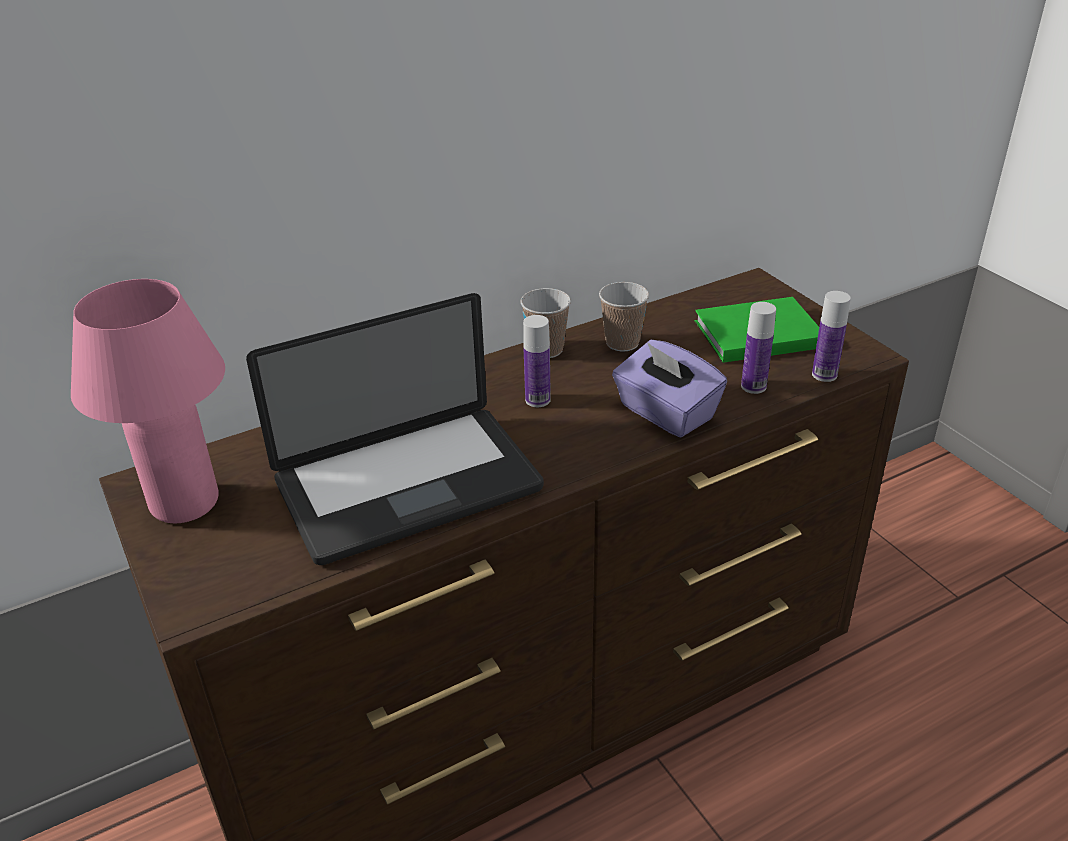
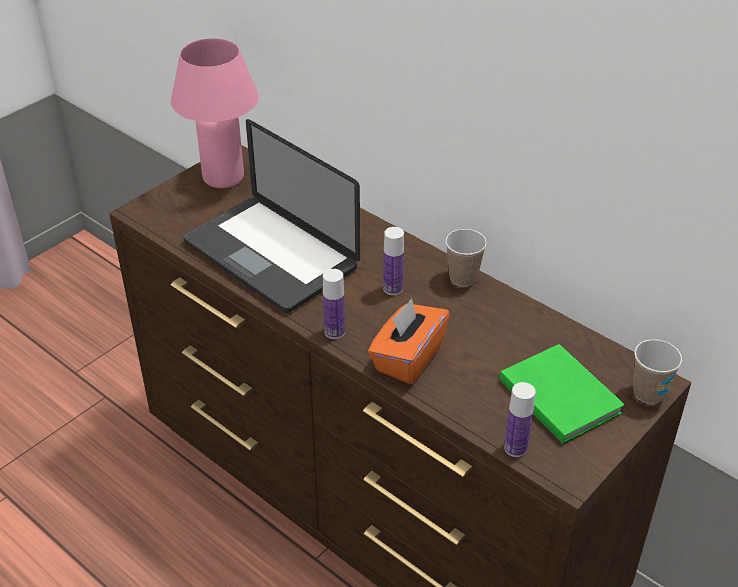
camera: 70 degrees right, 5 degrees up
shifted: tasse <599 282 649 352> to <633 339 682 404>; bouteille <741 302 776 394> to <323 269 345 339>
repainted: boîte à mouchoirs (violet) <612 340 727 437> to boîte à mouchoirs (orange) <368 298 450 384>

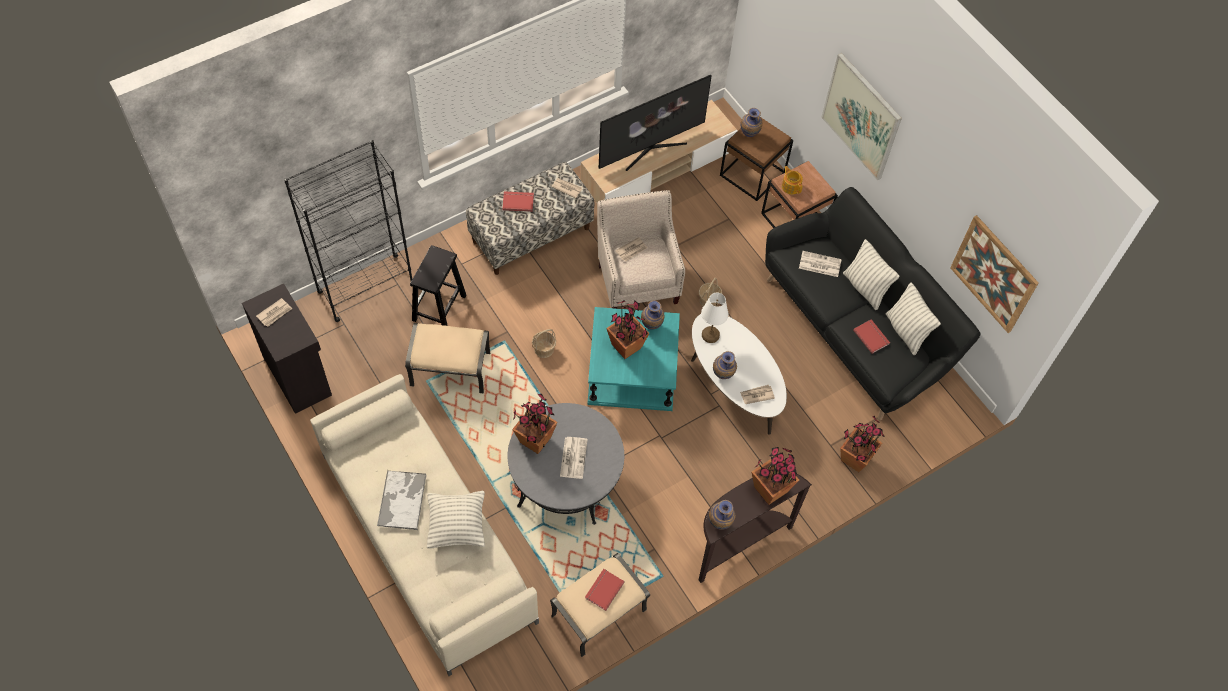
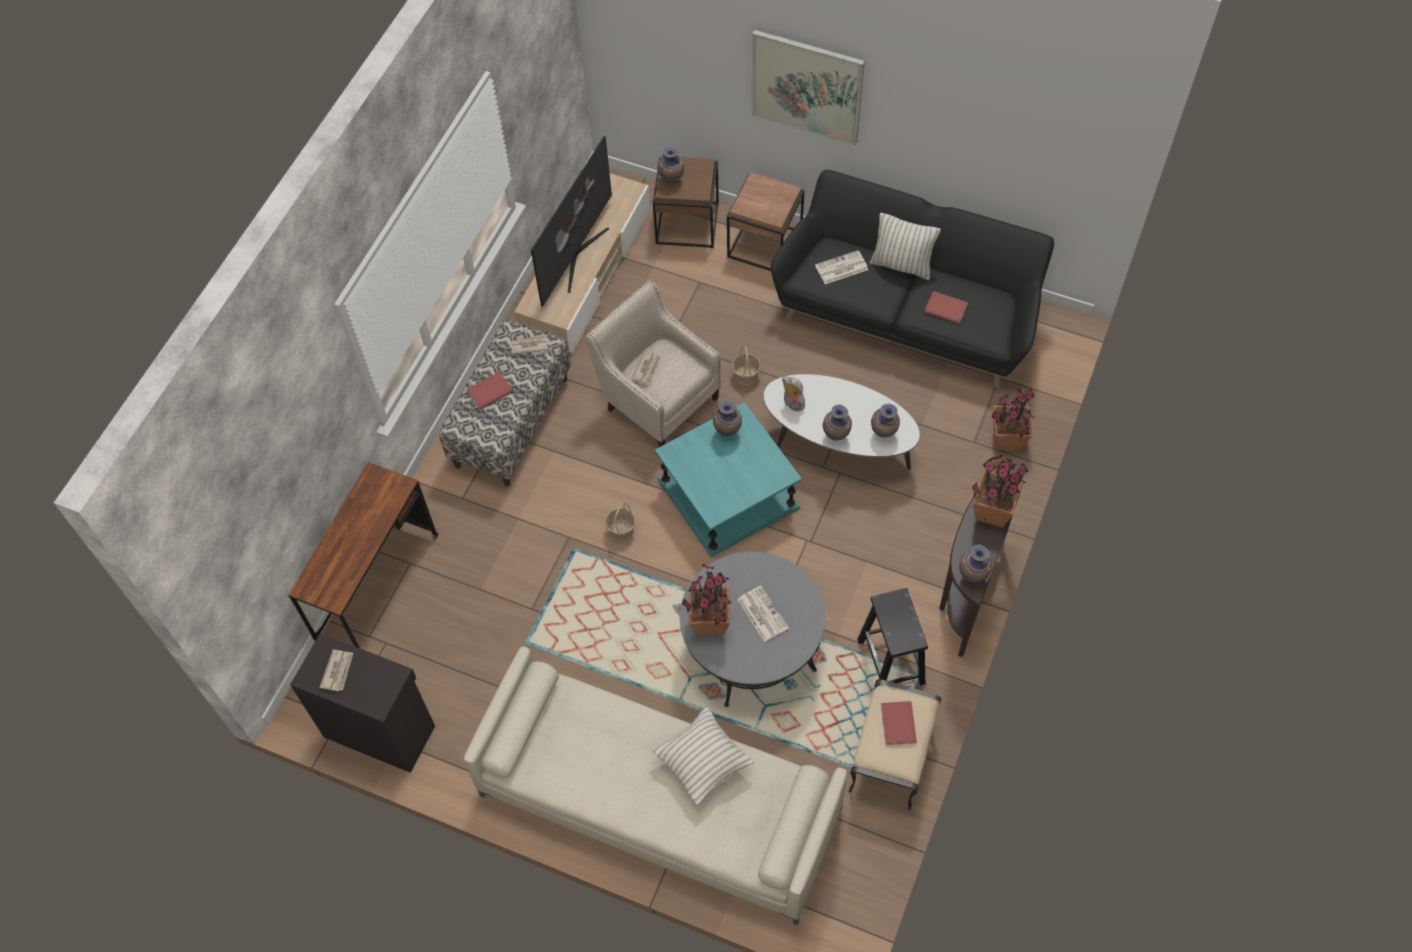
camera: 30 degrees left, 0 degrees up
gone: théière <782 166 803 195>; tableau <950 215 1039 333>; coussin <886 282 941 355>; plante en pot <606 300 650 359>; pouf (beige) <405 323 490 393>; plateau <377 470 427 530>
shifted: tabouret (noir) <410 245 466 326> to <857 588 928 686>
swapped: bibliothèque (noir) <284 140 412 322> to bureau (marron) <289 462 438 648>; lampe de table (blanc) <701 293 728 343> to peluche <782 376 807 411>; journal <740 385 775 404> to vase <871 404 900 438>

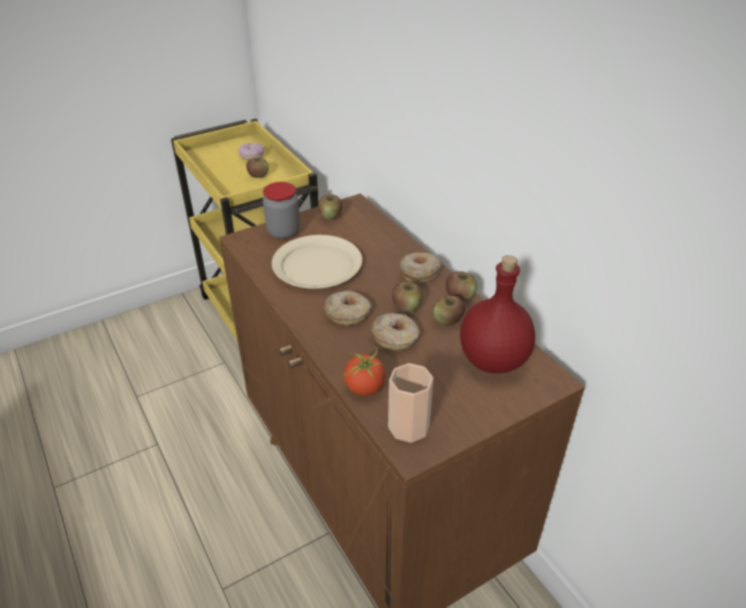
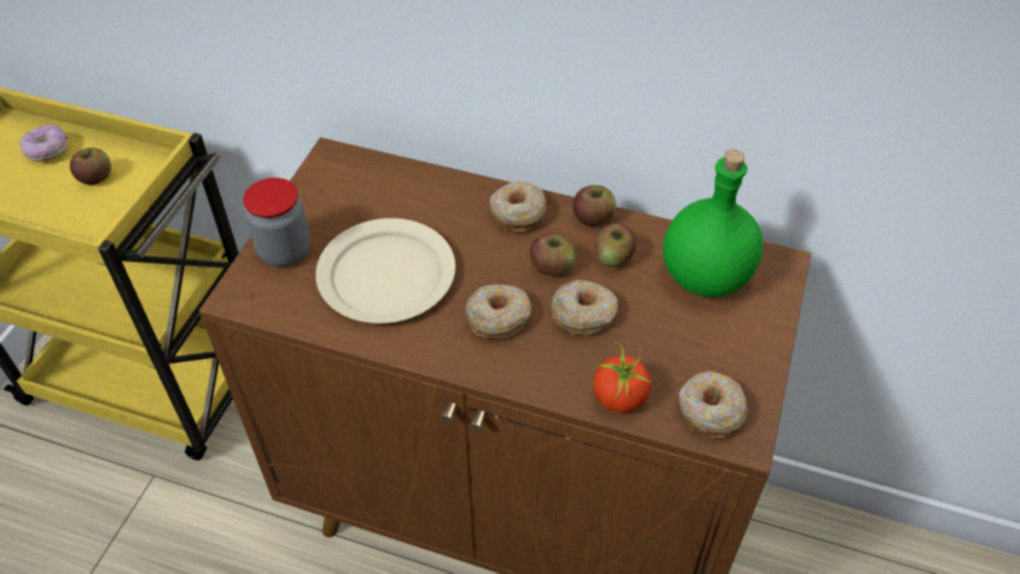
camera: 40 degrees left, 10 degrees up
gone: pomme <318 194 342 220>
swapped: tasse <388 363 434 443> to beignet <679 371 748 439>
repainted: bouteille (rouge) <460 255 535 373> to bouteille (vert) <663 150 763 298>

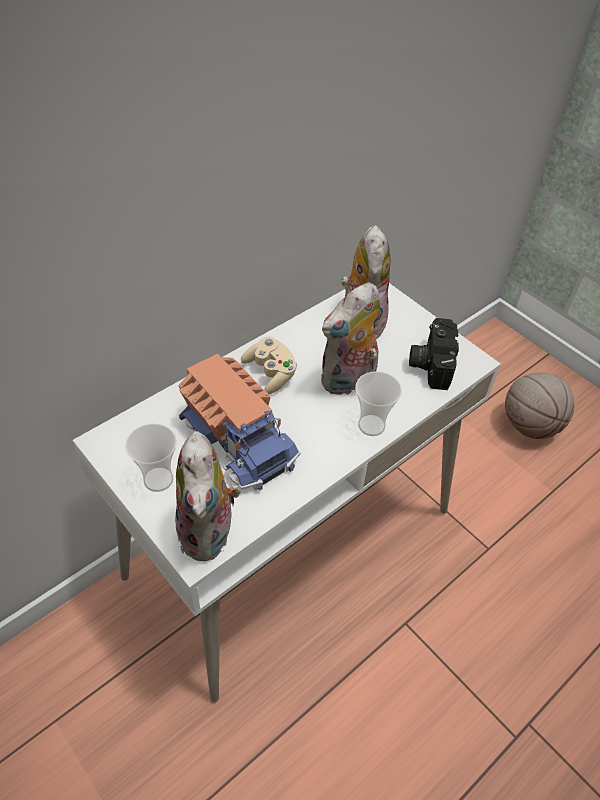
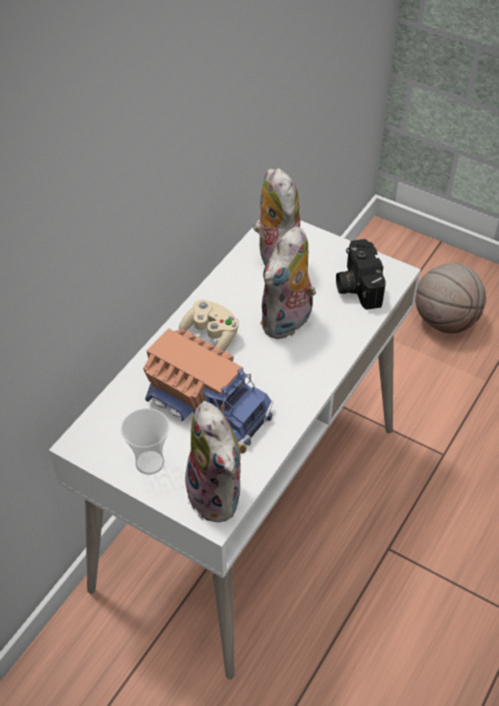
camera: 15 degrees left, 0 degrees up
gone: tasse <355 371 402 436>

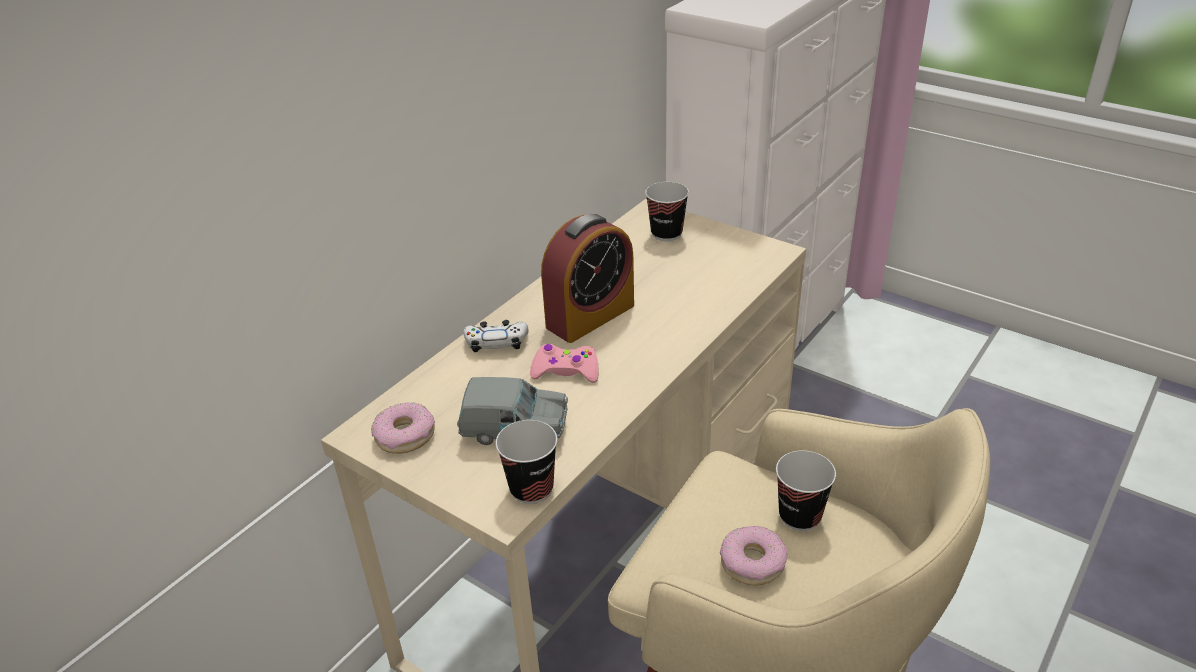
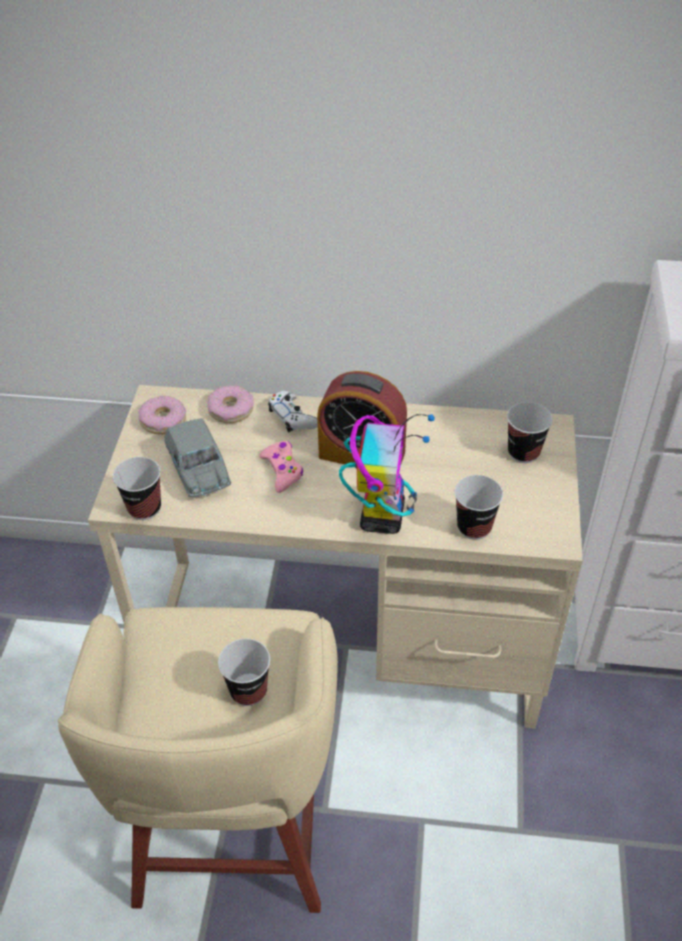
camera: 60 degrees right, 10 degrees up
new: robot jouet <339 414 435 534>; tasse <455 475 503 540>
shifted: beignet <720 526 787 586> to <208 385 254 423>

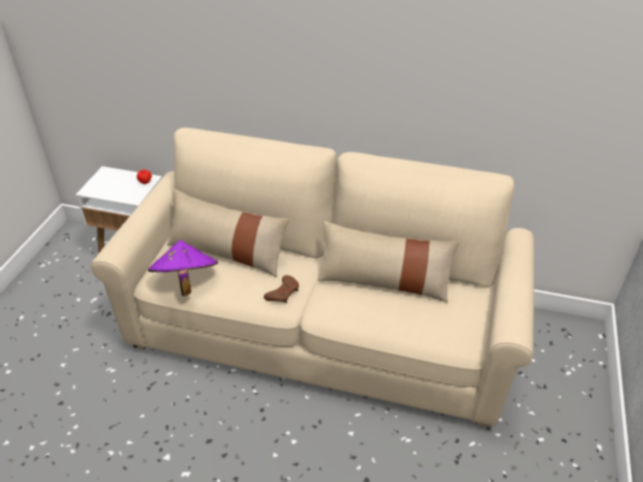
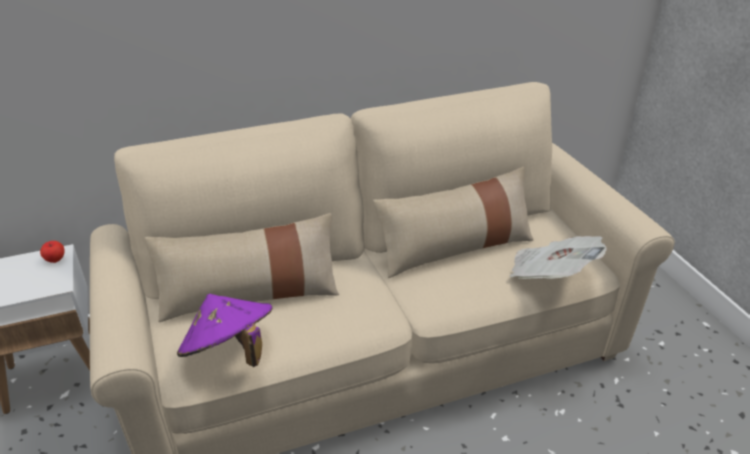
camera: 35 degrees left, 5 degrees down
gone: manette (marron) <264 275 299 303>
new: journal <510 236 607 279>

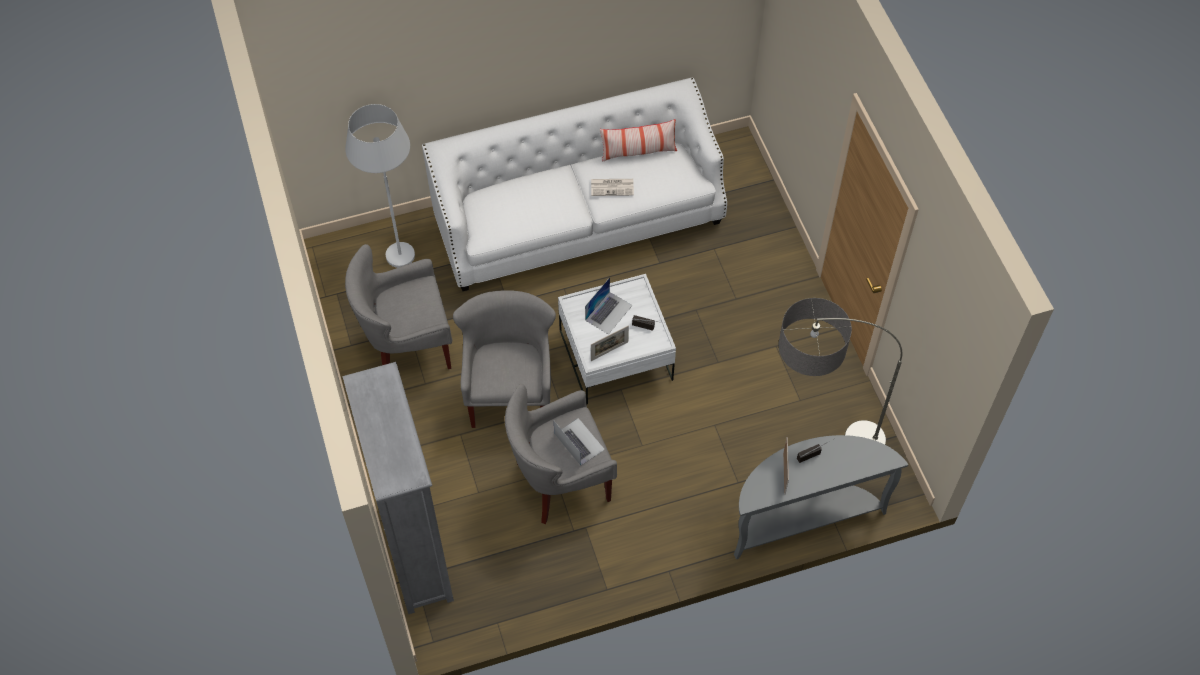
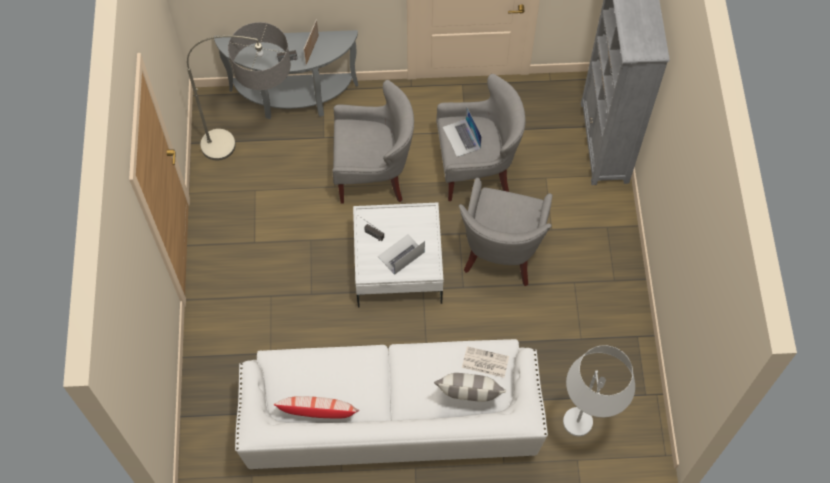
camera: 165 degrees left, 5 degrees up
gone: cadre photo <591 325 629 361>
new: coussin <434 373 506 402>
shifted: journal <591 179 634 196> to <462 346 509 378>; fauteuil (gris) <345 244 452 369> to <332 80 414 204>

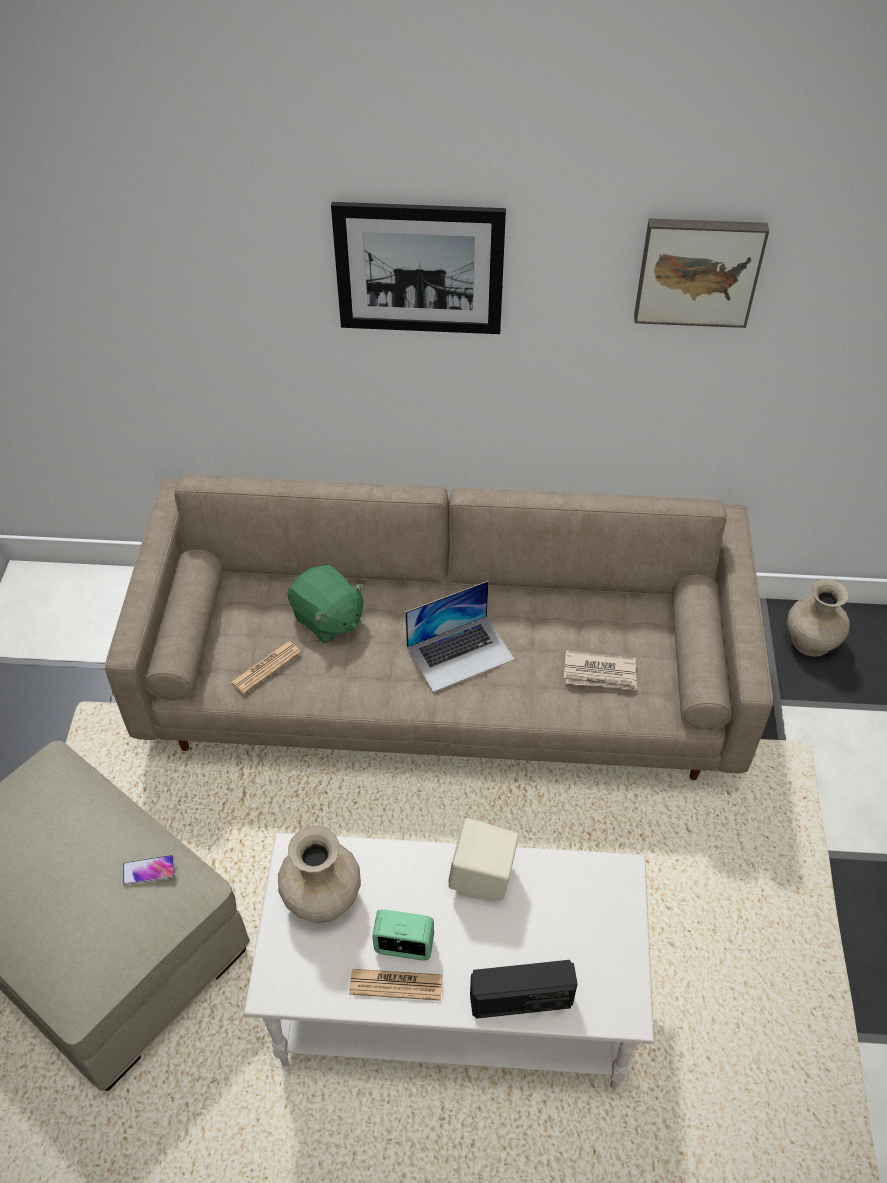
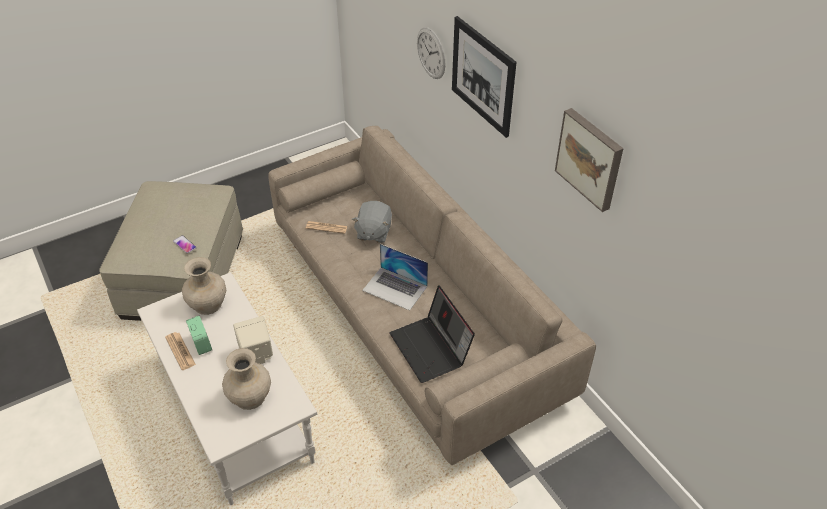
camera: 55 degrees right, 5 degrees down
gone: radio <470 960 578 1019>
new: horloge murale <417 27 445 79>
shifted: vase (beige) <787 578 850 657> to <222 348 271 410>
swapped: journal <564 650 637 690> to ordinateur portable <389 285 475 383>
repainted: peluche (vert) <287 565 364 643> to peluche (gris) <352 201 392 243>

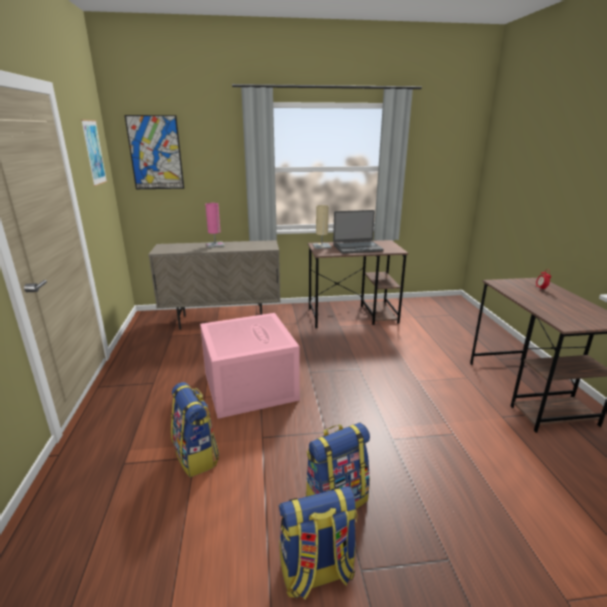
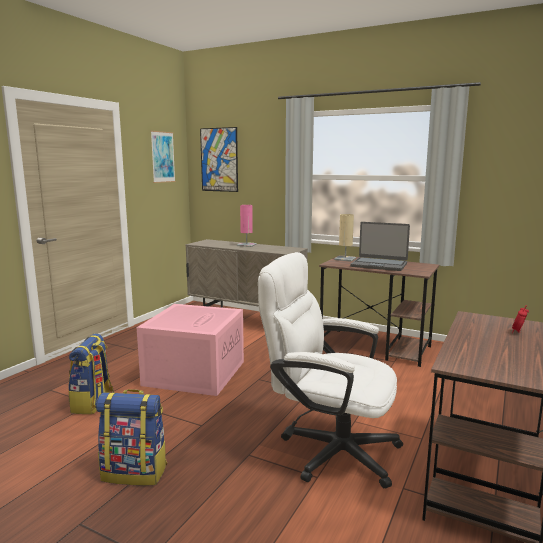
camera: 35 degrees right, 10 degrees down
gone: sac à dos <279 486 357 599>
new: chaise de bureau (blanc) <258 252 403 488>

